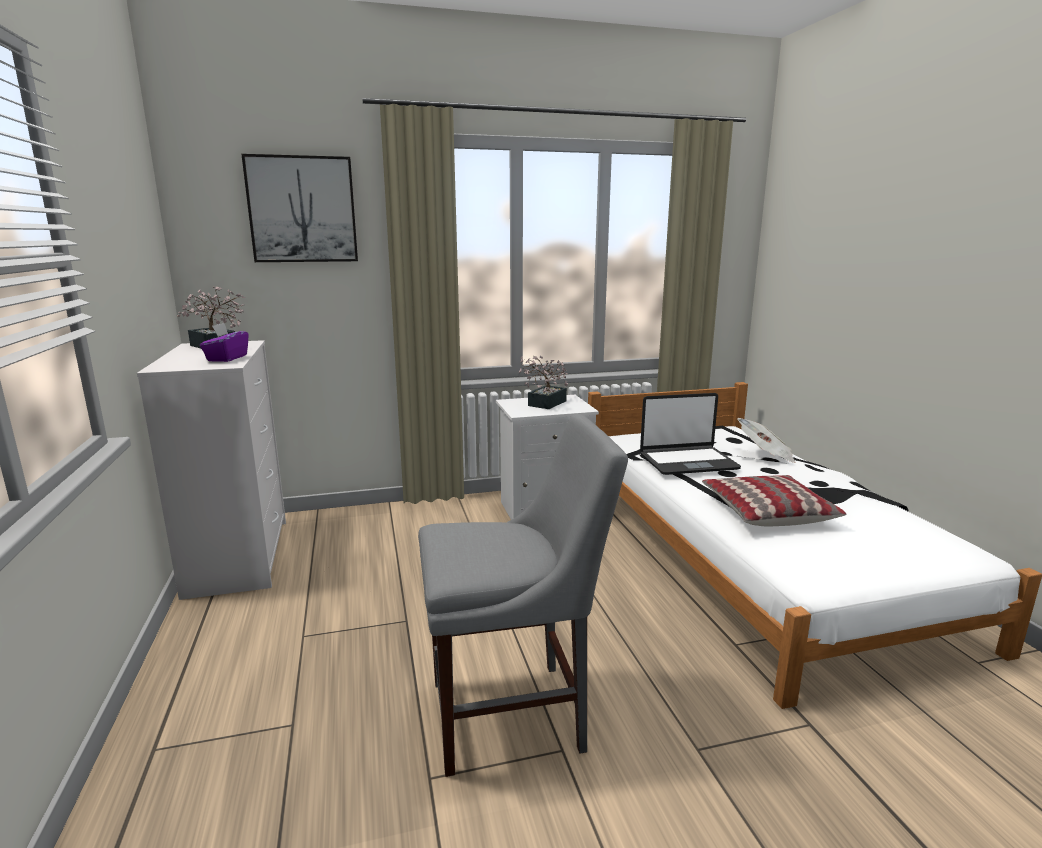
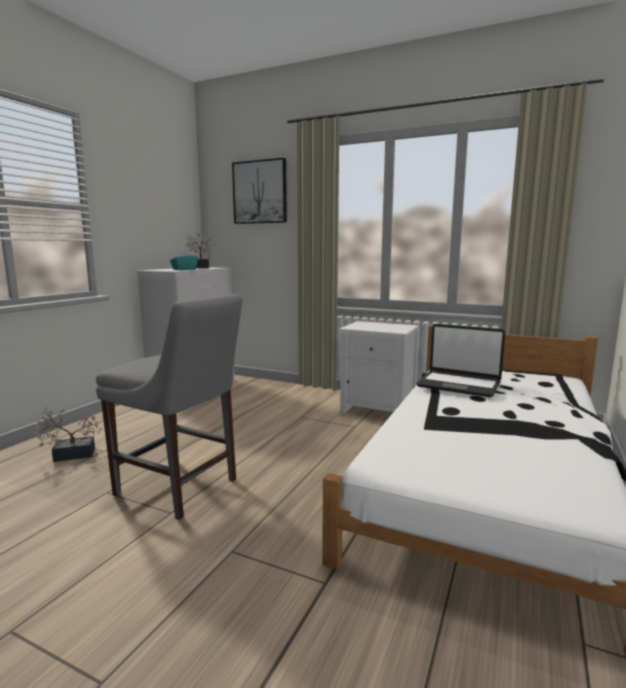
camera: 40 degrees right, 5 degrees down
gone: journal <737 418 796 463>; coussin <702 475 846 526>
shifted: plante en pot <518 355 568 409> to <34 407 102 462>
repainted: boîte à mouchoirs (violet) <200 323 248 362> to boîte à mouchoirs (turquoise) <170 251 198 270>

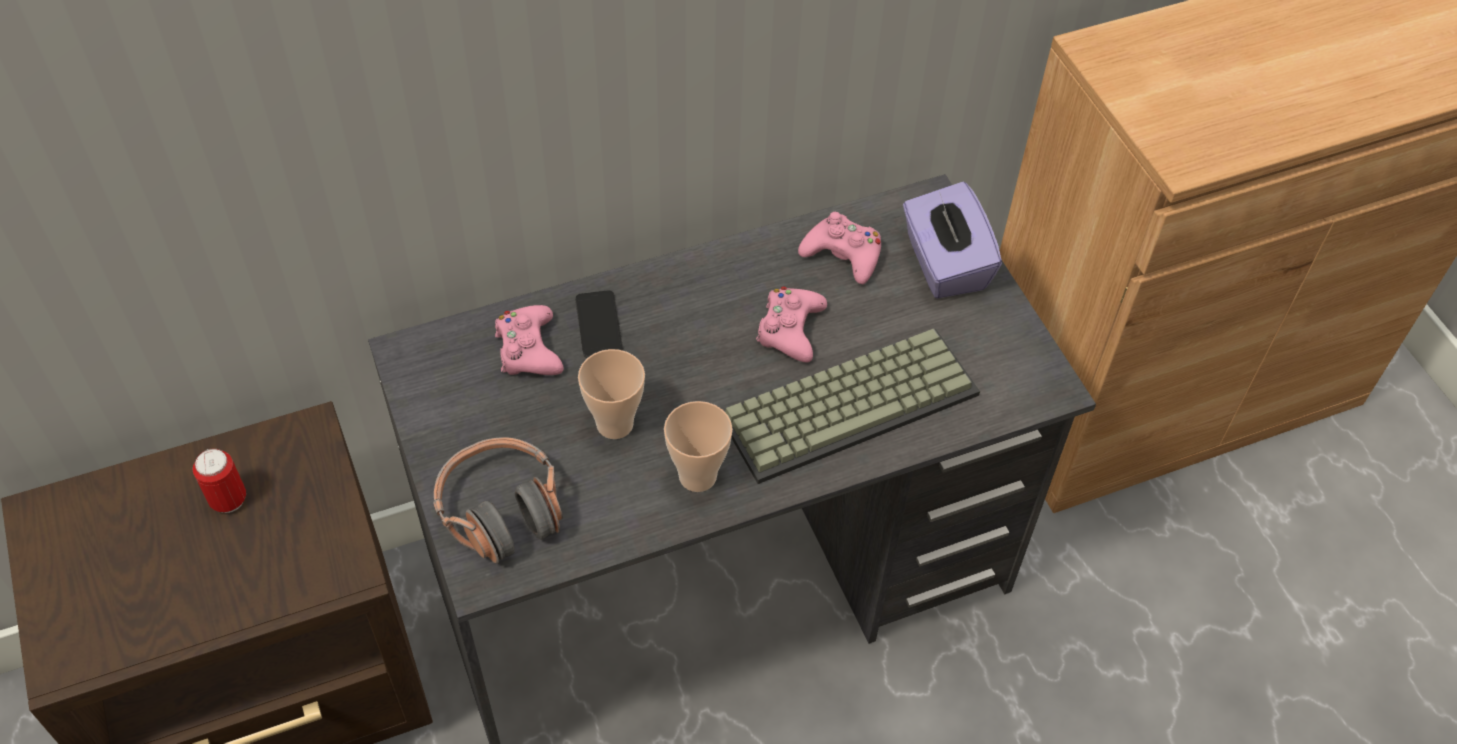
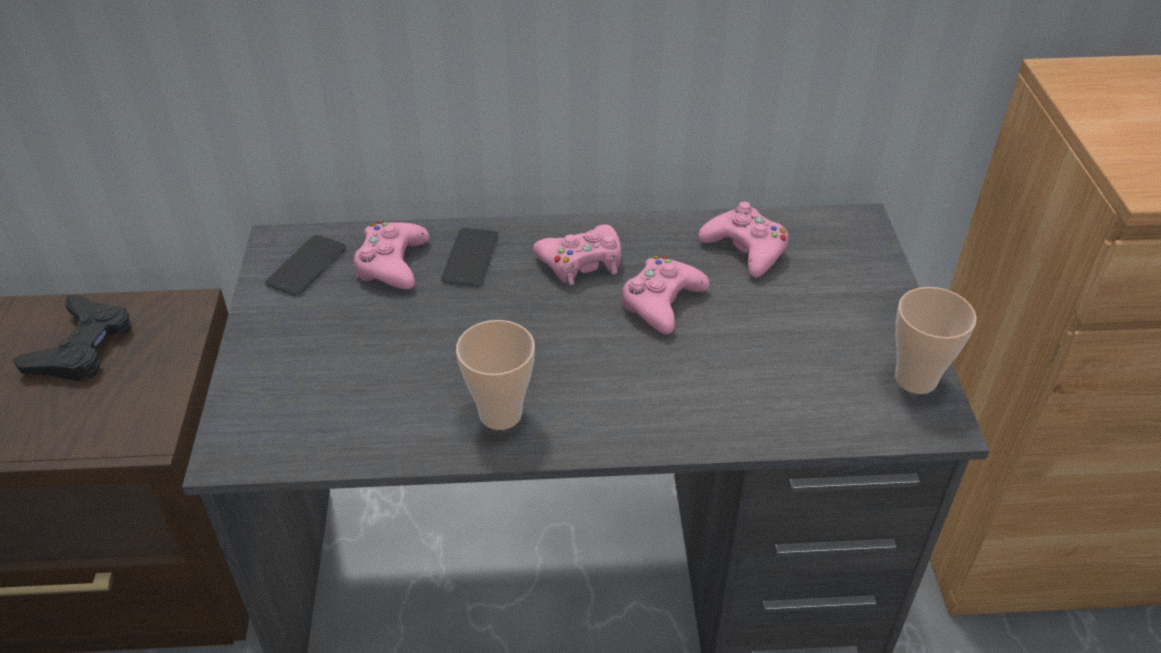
camera: 20 degrees right, 10 degrees down
gone: boîte à mouchoirs (violet) <903 182 1002 298>; clavier <724 329 980 484>; casque audio <433 437 563 564>
new: manette (rose) <533 224 621 285>; téléphone <265 235 346 296>
shifted: tasse <578 349 645 439> to <895 287 977 394>
swapped: boîte métallique <193 449 246 513> to manette (noir) <12 295 131 381>

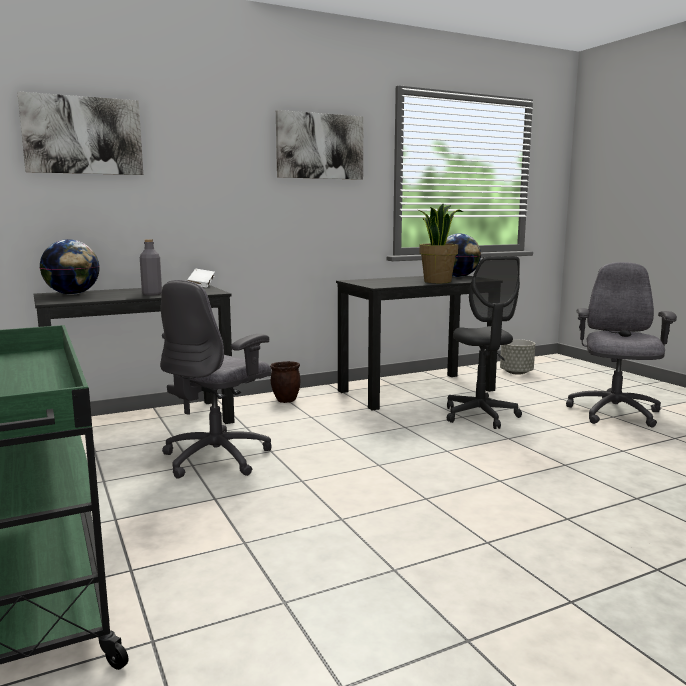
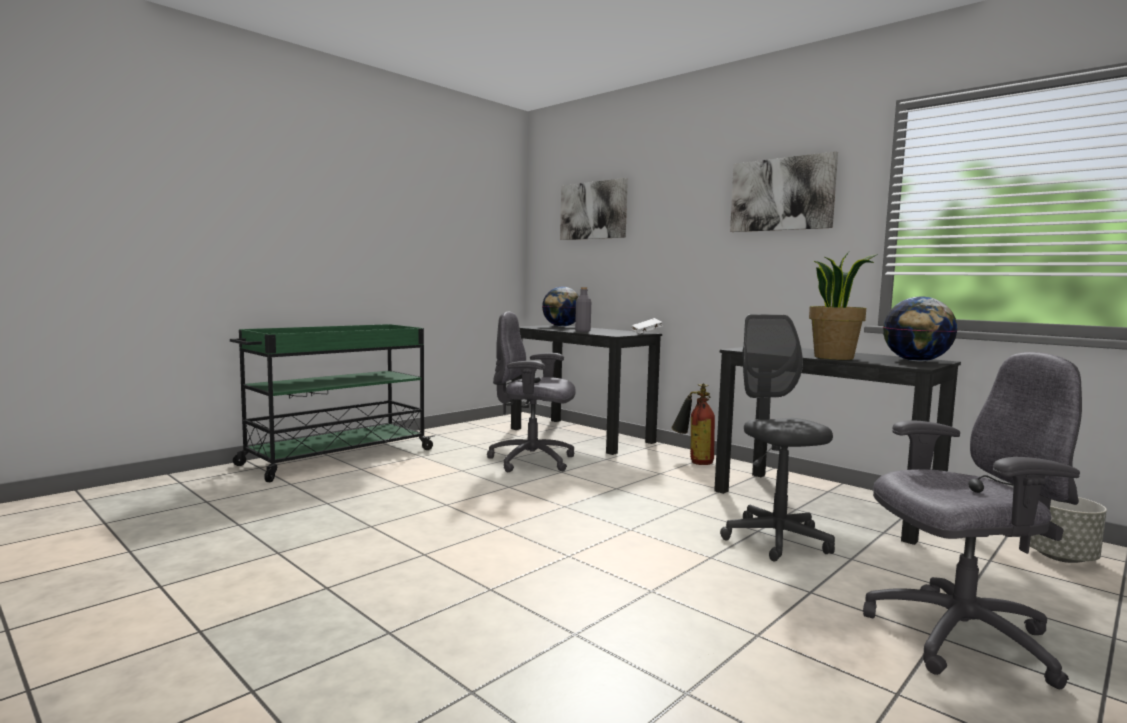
camera: 70 degrees right, 5 degrees down
swapped: cache-pot (marron) <270 361 300 403> to extincteur <671 383 715 465>
rotated: chaise de bureau (gris) <447 256 522 429> = <720 314 835 562> 105 degrees clockwise

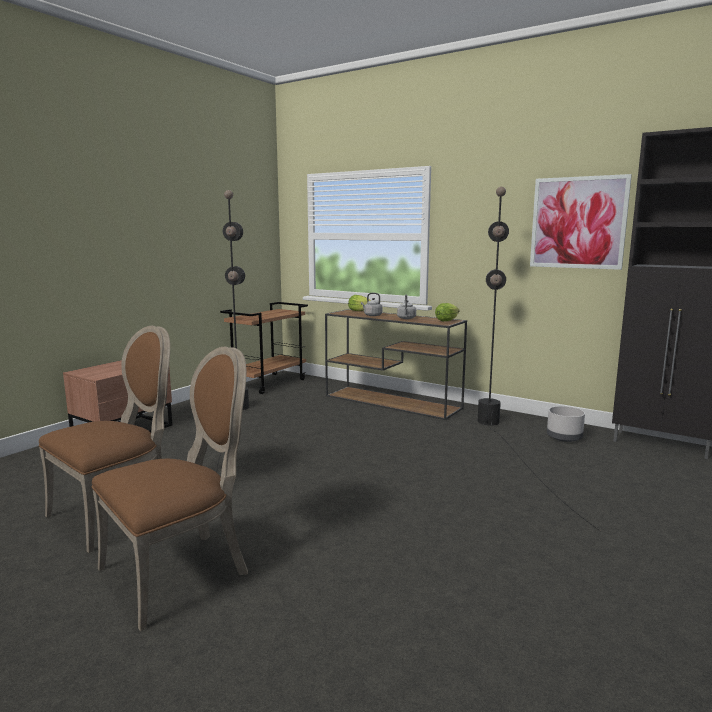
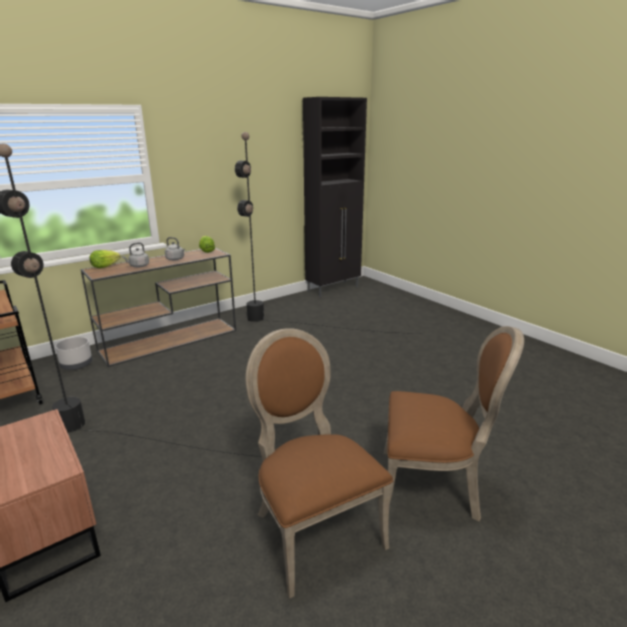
camera: 70 degrees left, 10 degrees up
gone: tableau <530 174 632 270>
shifted: cache-pot (gris) <547 406 585 442> to <55 337 92 370>
rotated: chaise (marron) <92 347 248 631> = <384 326 524 521> 120 degrees clockwise

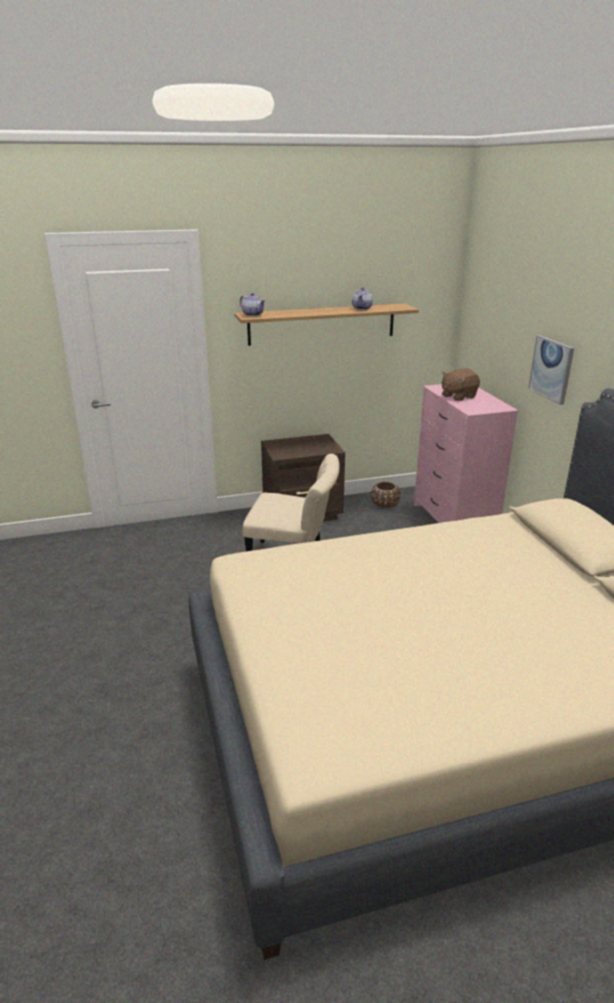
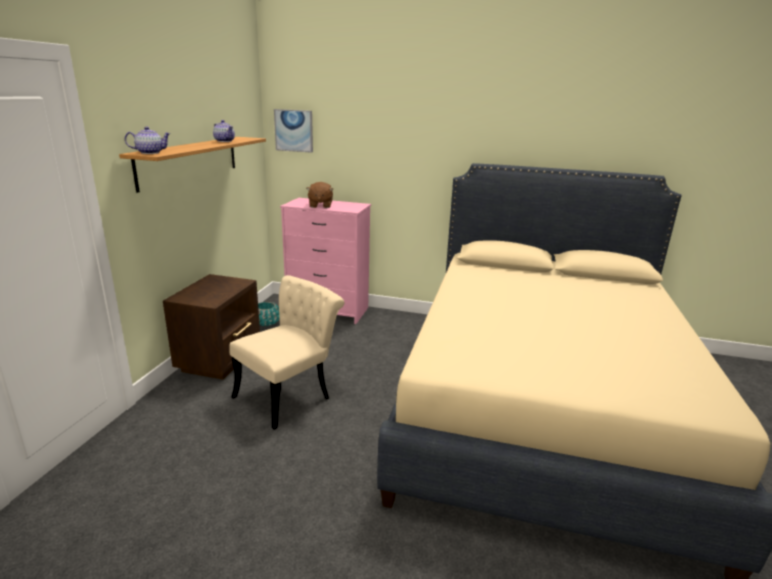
camera: 60 degrees left, 5 degrees down
shifted: tableau <528 335 574 405> to <274 109 313 153>
repainted: cache-pot (marron) <371 482 401 508> to cache-pot (turquoise) <258 302 279 326>

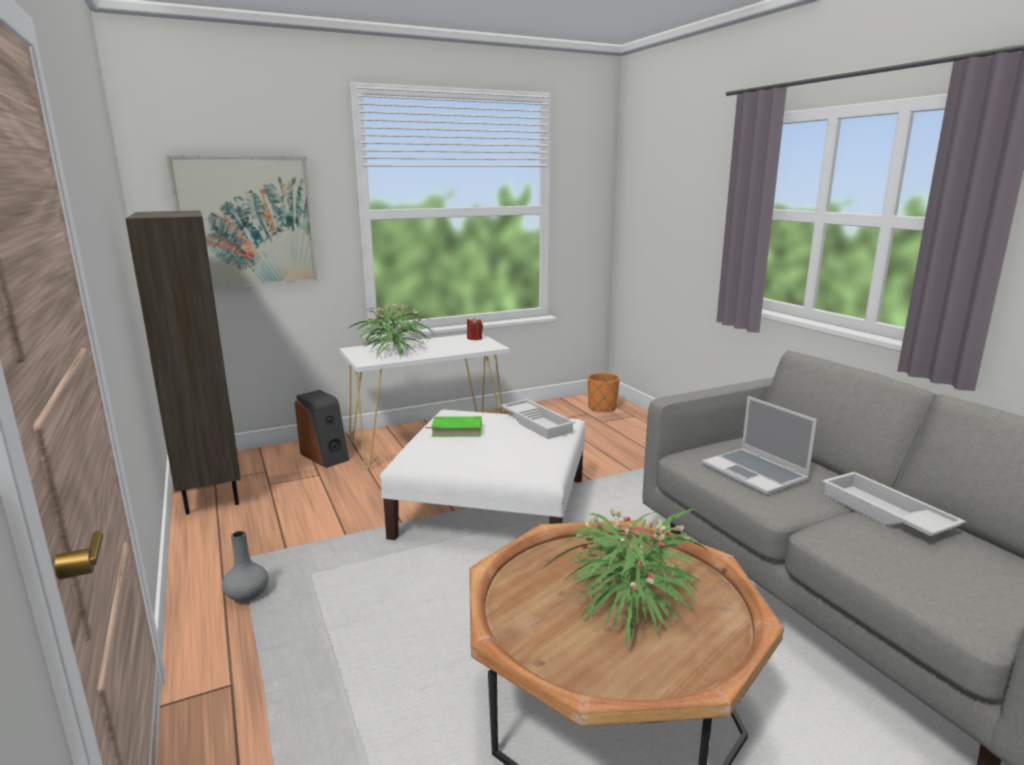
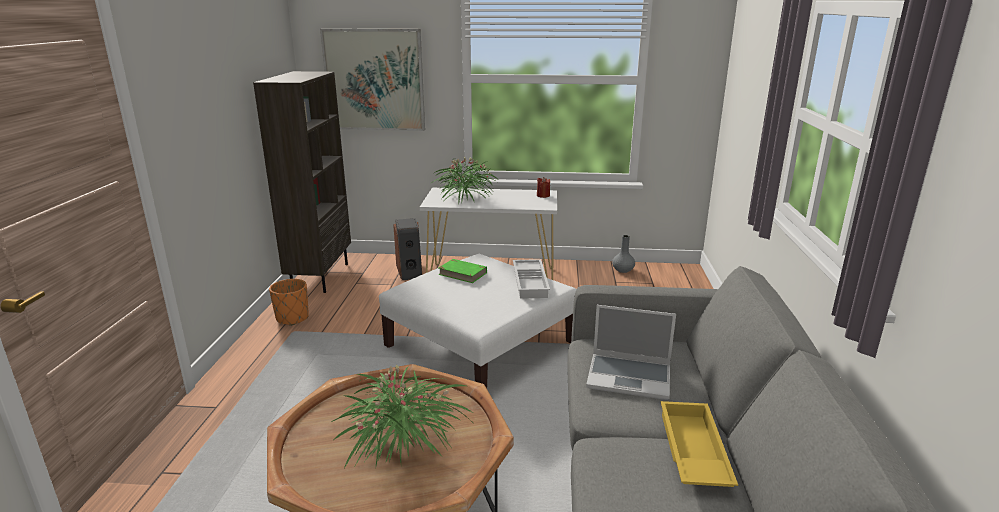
camera: 30 degrees right, 5 degrees up
shifted: cache-pot (orange) <588 373 620 411> to <269 279 309 326>; vase (gris) <222 531 269 602> to <612 235 635 273>
repainted: plateau (blanc) <822 472 966 536> to plateau (jaune) <661 401 738 487>
rotated: ordinateur portable <702 396 817 495> = <586 305 676 400> 75 degrees counterclockwise

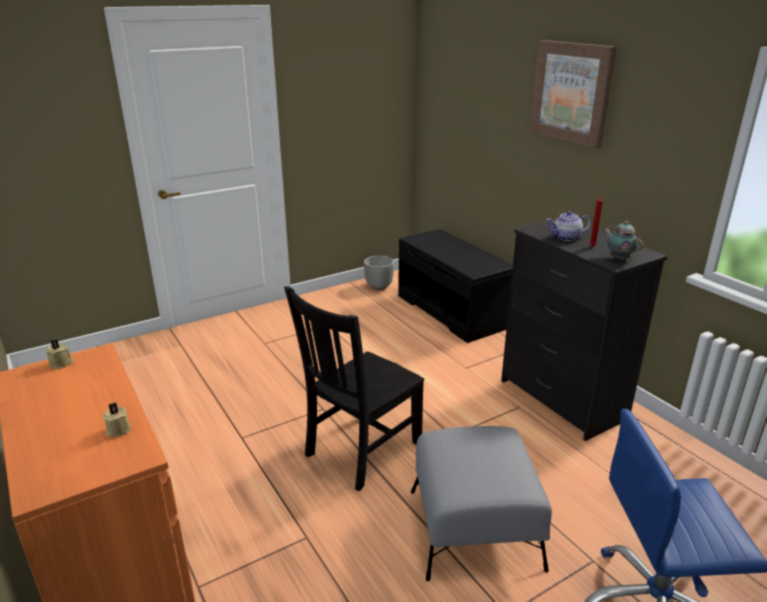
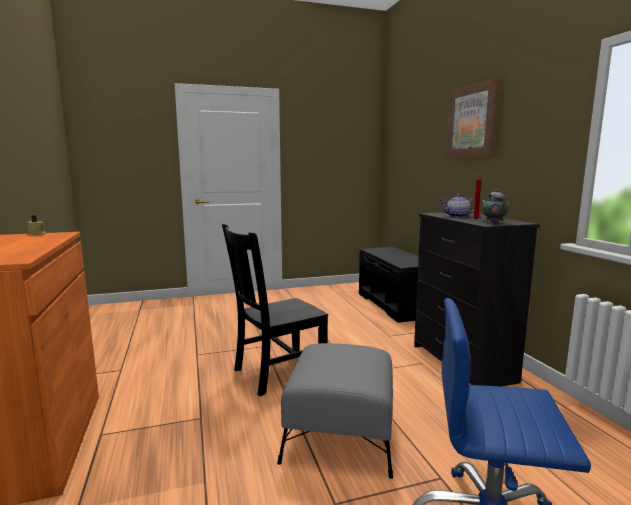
camera: 15 degrees right, 15 degrees down
gone: cache-pot <364 256 394 290>; bougie (beige) <103 402 131 437>

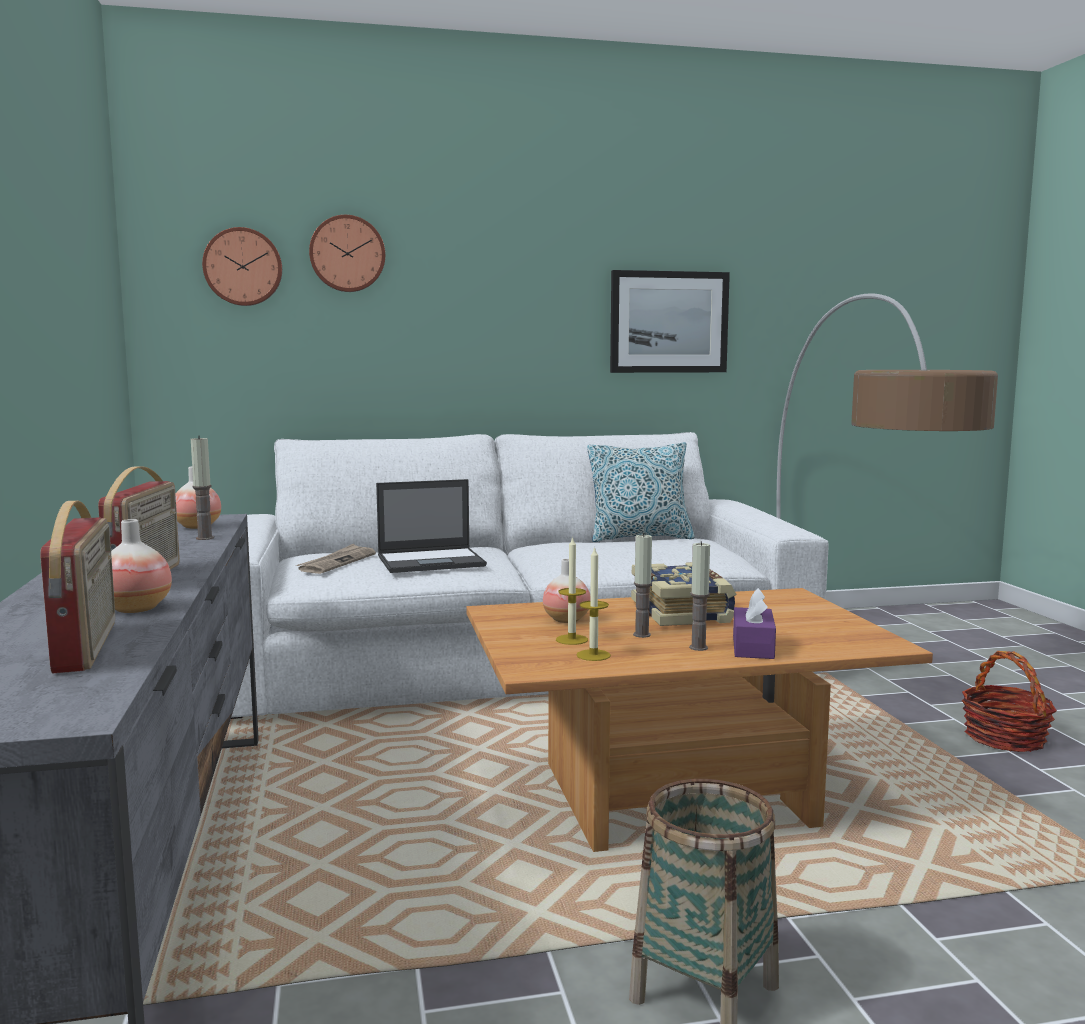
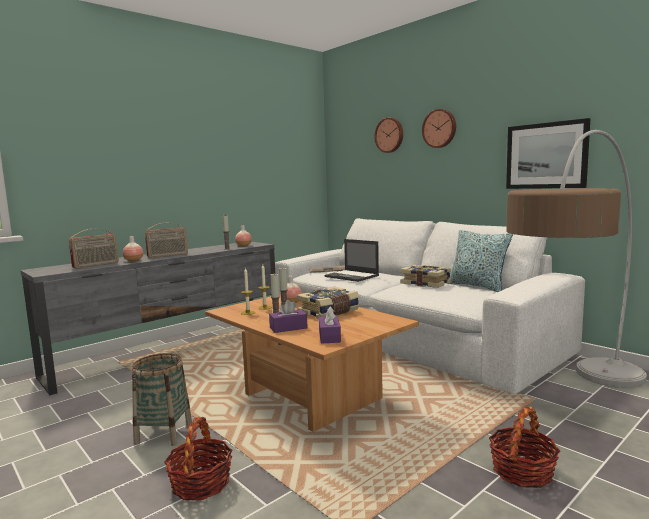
camera: 60 degrees right, 0 degrees up
new: livre <400 265 451 288>; boîte à mouchoirs (violet) <319 306 341 344>; panier <164 417 233 501>
shifted: horloge murale <202 227 282 306> to <422 109 456 148>

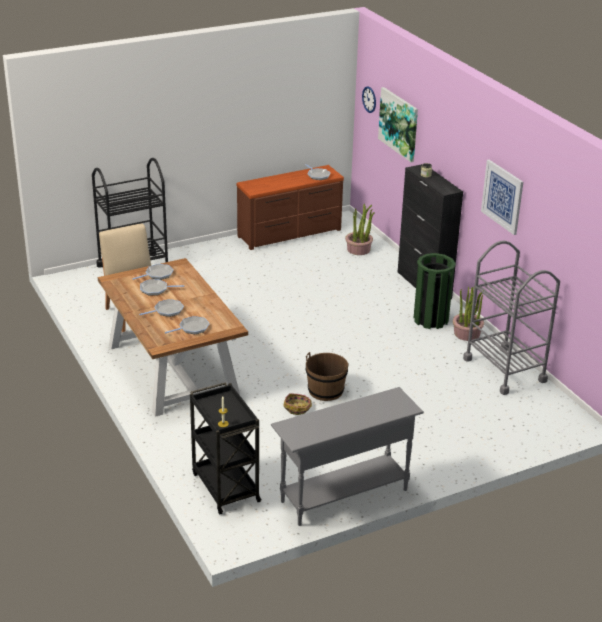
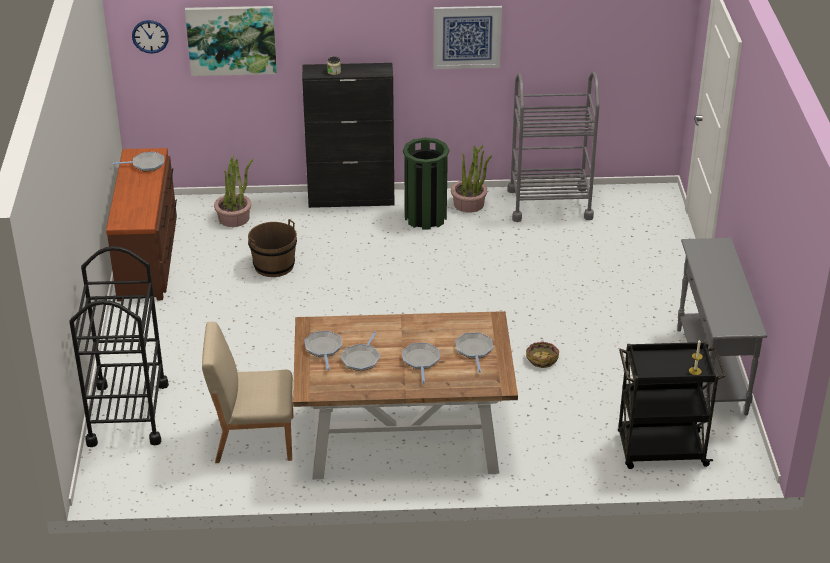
camera: 65 degrees left, 5 degrees up
shifted: seau (marron) <306 352 349 401> to <248 219 297 277>

